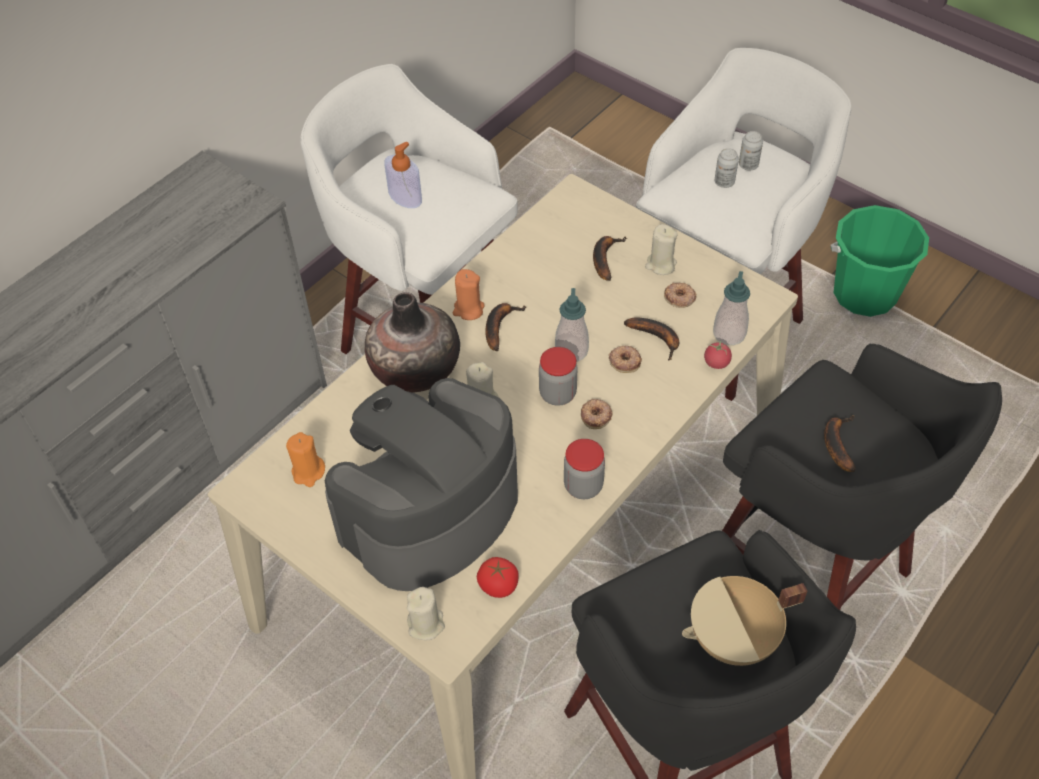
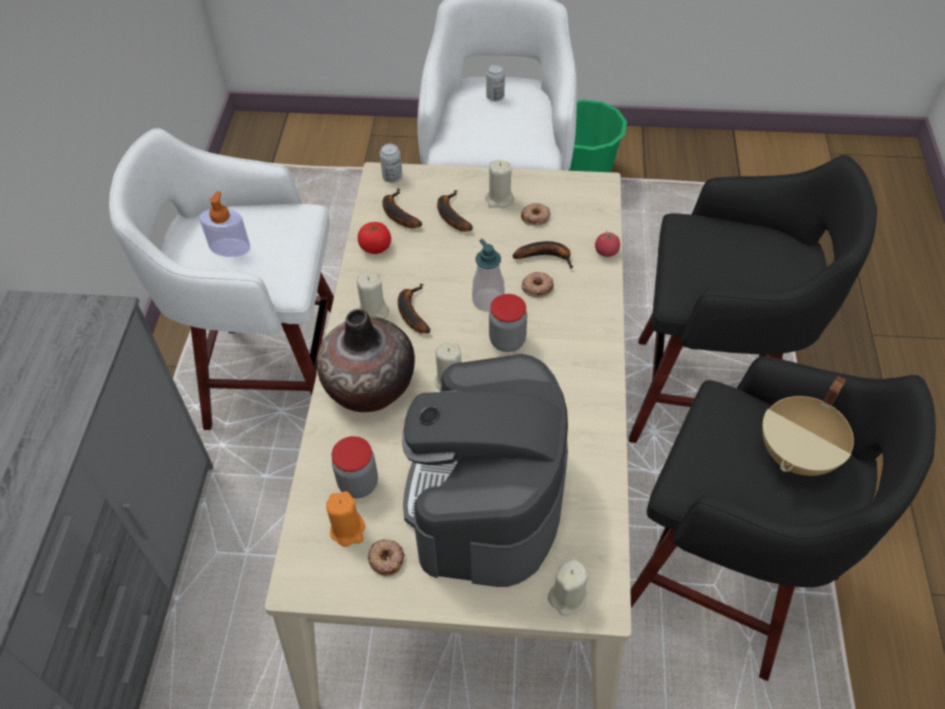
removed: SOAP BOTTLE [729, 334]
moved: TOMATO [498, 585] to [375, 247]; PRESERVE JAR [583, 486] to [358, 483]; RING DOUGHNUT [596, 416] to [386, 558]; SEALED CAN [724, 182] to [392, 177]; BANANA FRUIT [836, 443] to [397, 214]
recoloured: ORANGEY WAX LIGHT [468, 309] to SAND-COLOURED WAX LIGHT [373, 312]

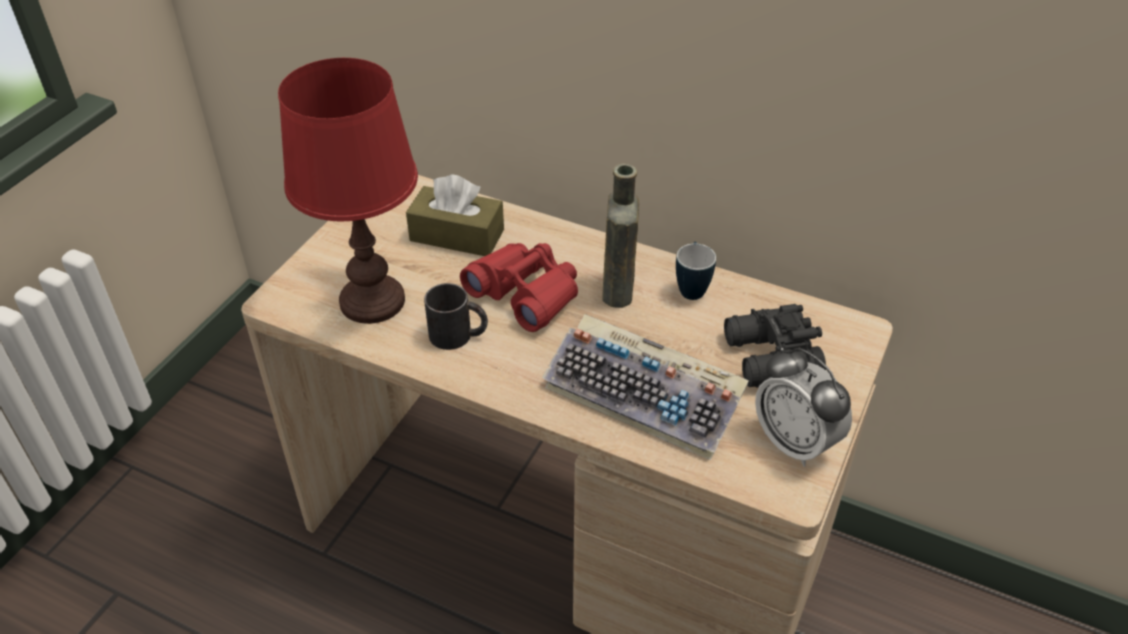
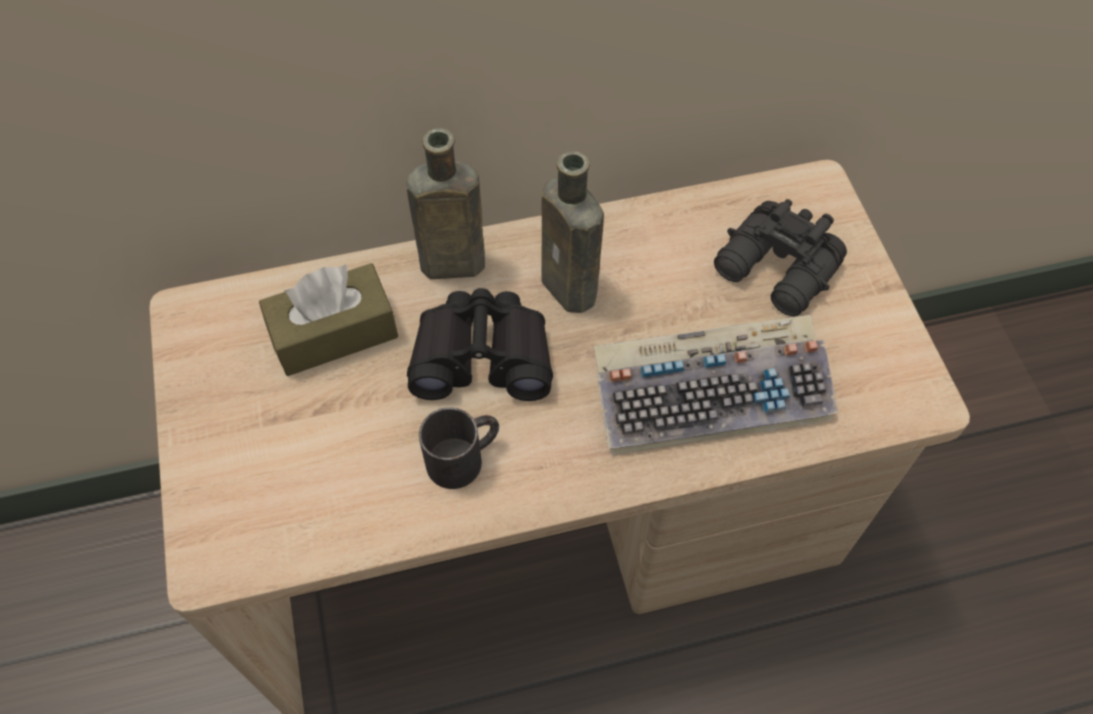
removed: RED LAMP FOR A TABLE [371, 301]; COFFEE MUG [692, 287]; TABLE CLOCK [795, 442]
added: BROWN-COLOURED BEVERAGE BOTTLE [448, 264]
recoloured: RED BINOCULARS [525, 294] to BLACK BINOCULARS [482, 356]

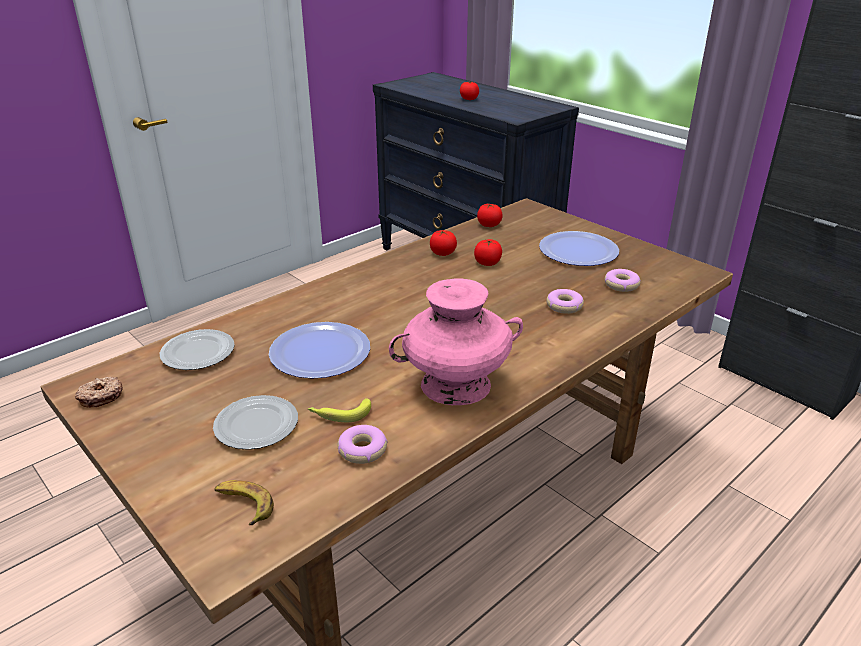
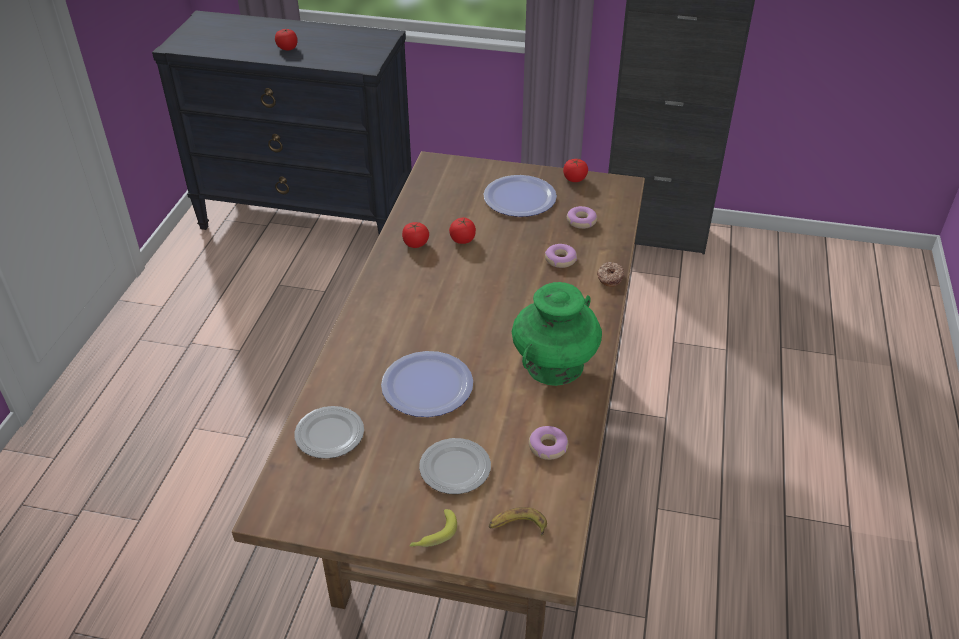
moved: RING DOUGHNUT [101, 397] to [609, 278]; BANANA FRUIT [339, 414] to [433, 535]; TOMATO [489, 225] to [574, 179]
recoloured: PINKISH VASE [456, 384] to GREENISH VASE [555, 364]

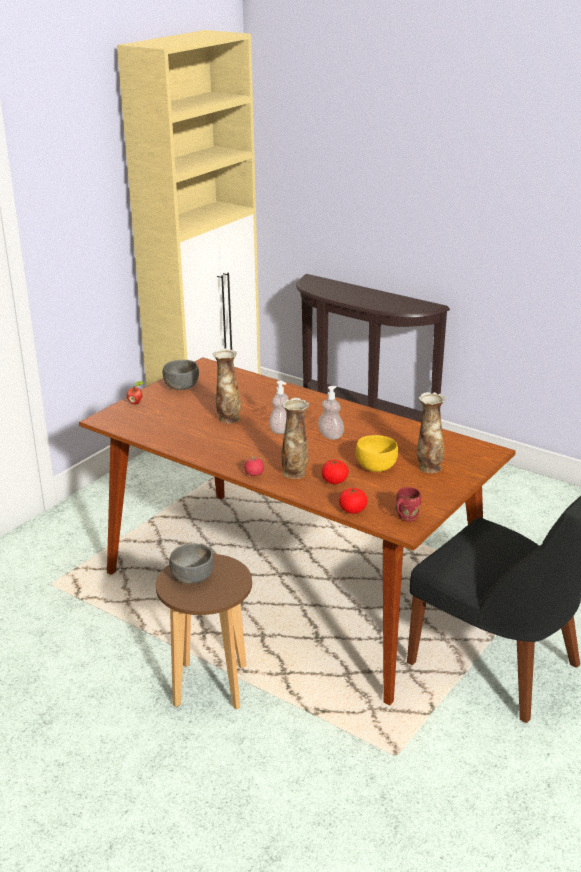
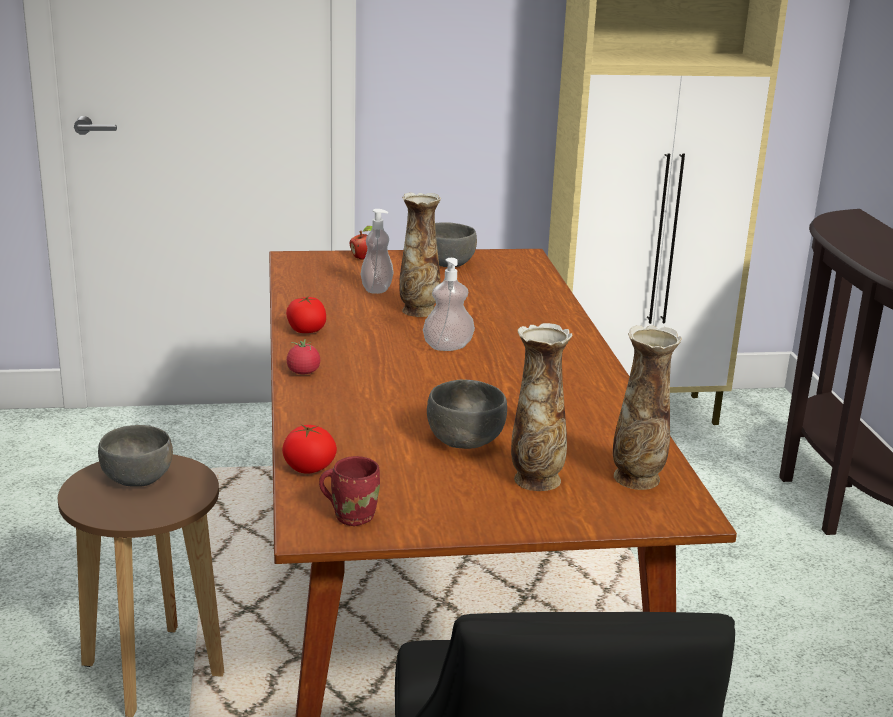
moved: VASE [295, 473] to [637, 479]; SOAP BOTTLE [331, 436] to [376, 289]; TOMATO [334, 481] to [307, 331]
recoloured: YELLOW BOWL [375, 466] to GRAY BOWL [465, 439]

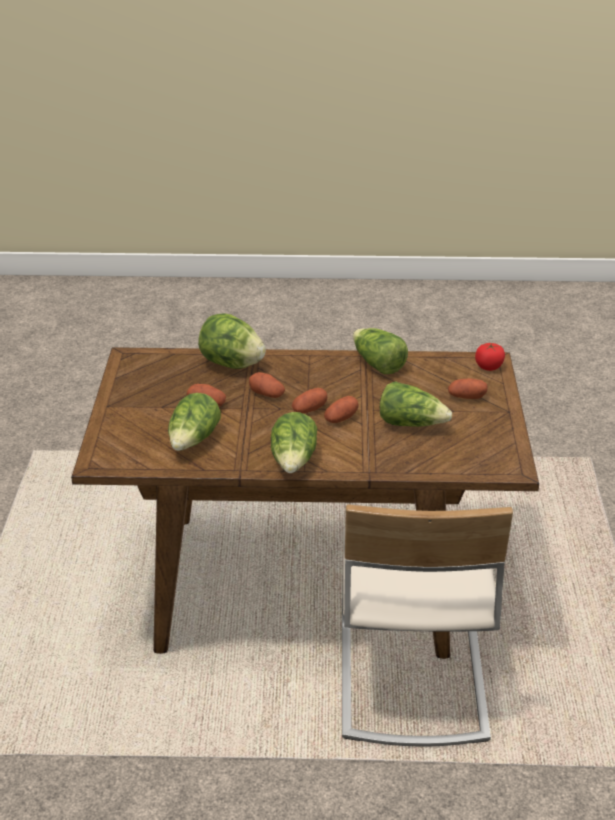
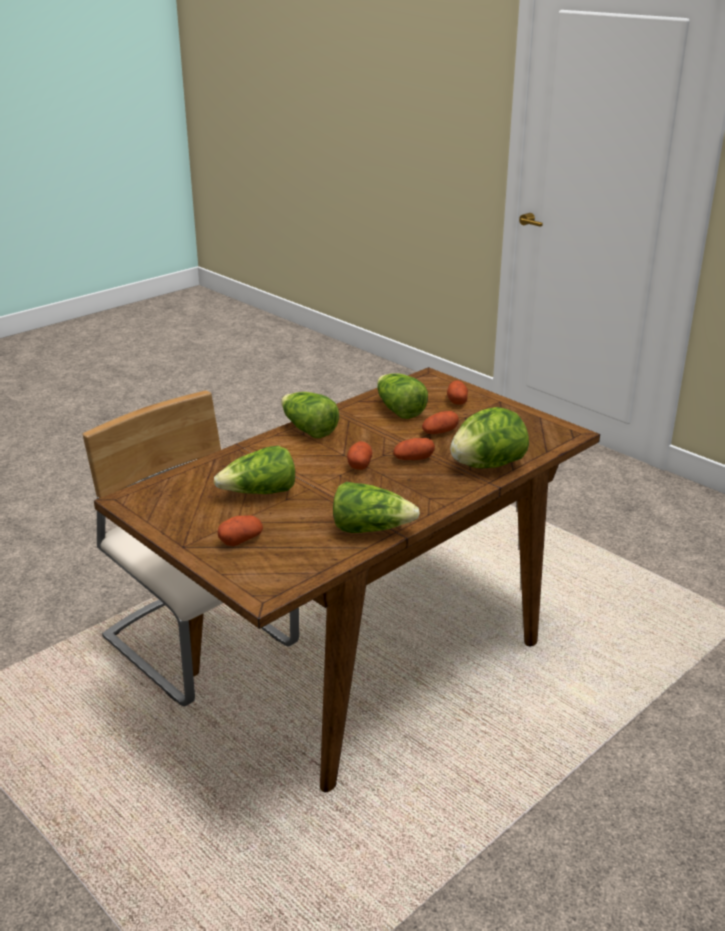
removed: TOMATO [488, 367]
moved: WHOLE POTATO [341, 418] to [457, 400]

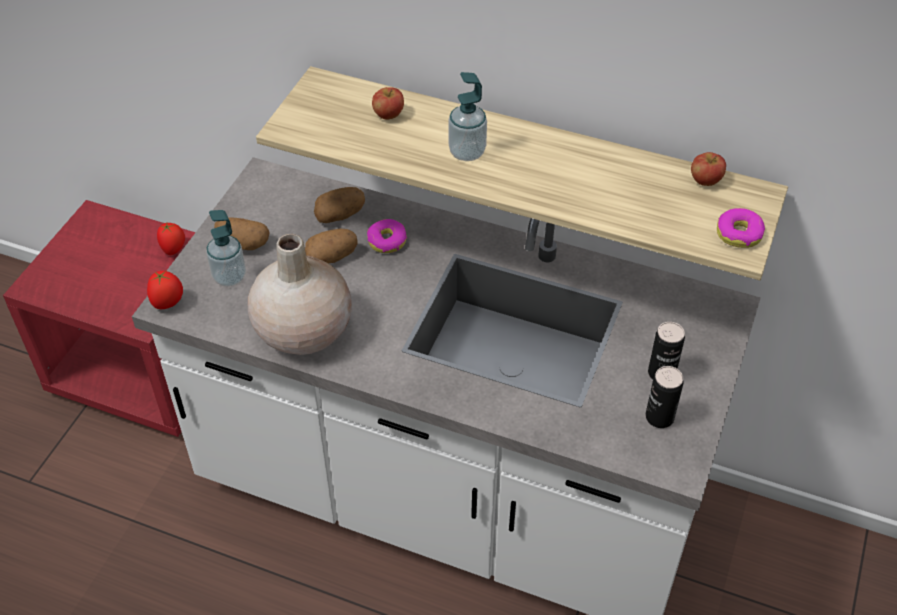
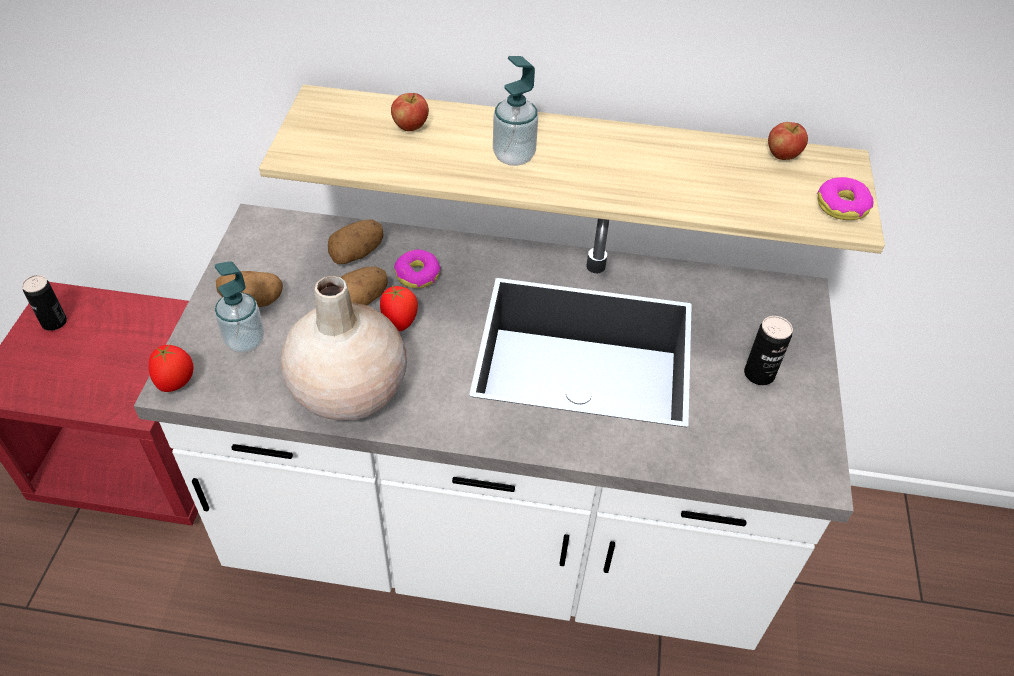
moved: TOMATO [174, 249] to [400, 322]; SEALED CAN [659, 417] to [54, 322]

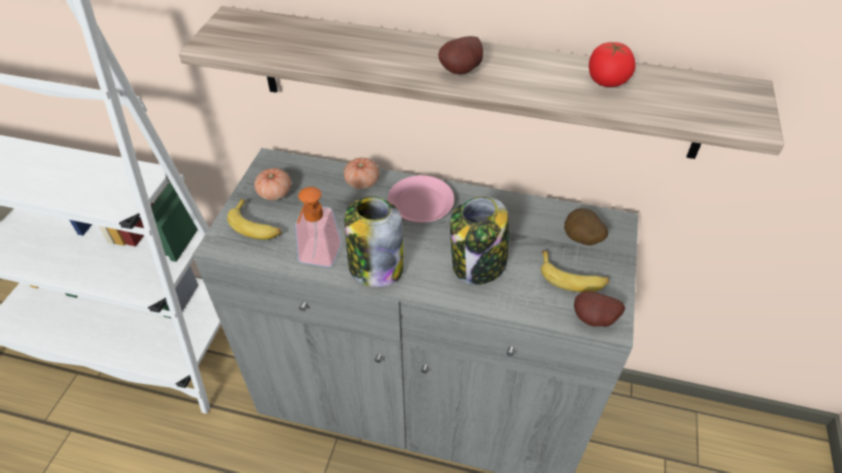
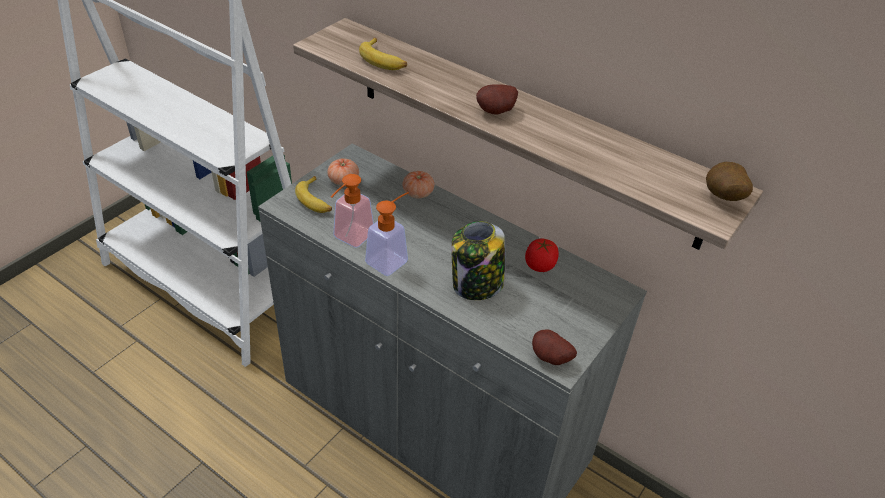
removed: PINKISH DINNER PLATE [421, 204]
moved: BANANA FRUIT [572, 278] to [384, 60]; WHOLE POTATO [581, 240] to [722, 198]; TOMATO [607, 81] to [540, 265]
replaced: PRESERVE JAR [375, 266] to SOAP BOTTLE [391, 259]

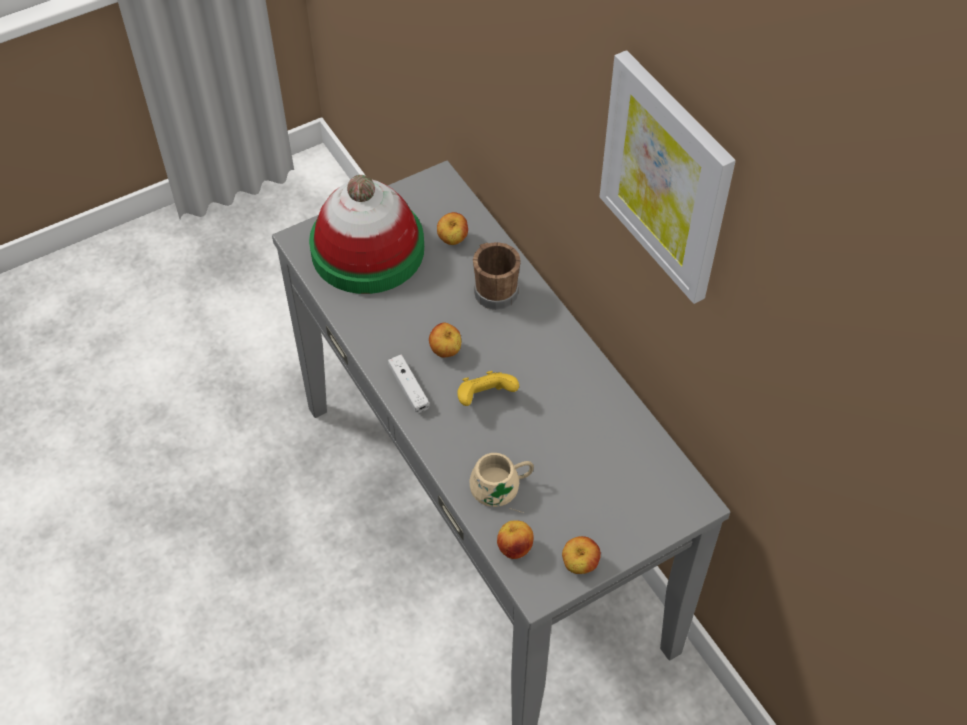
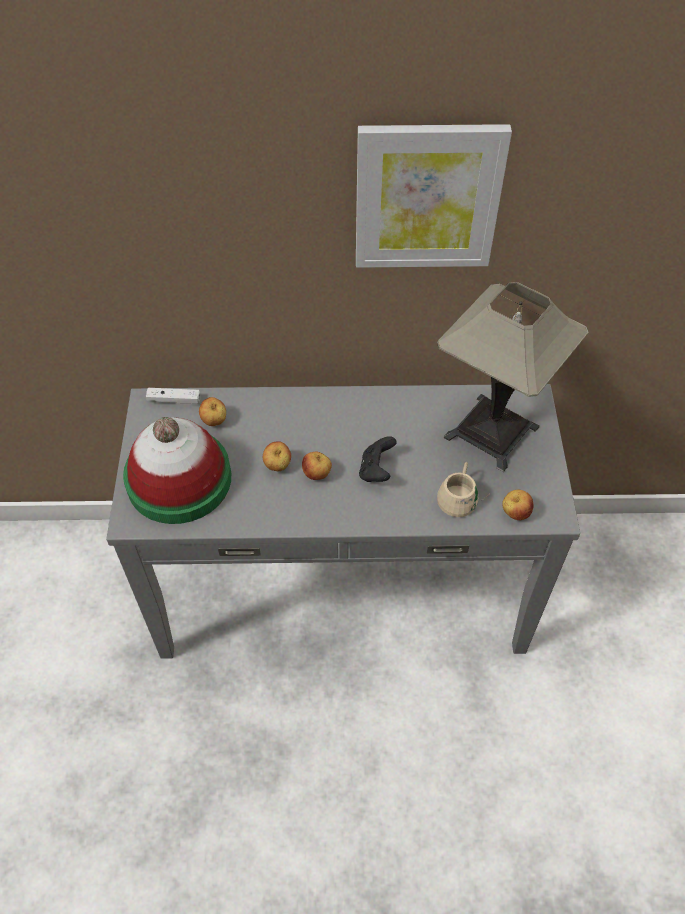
removed: BROWN-COLOURED COFFEE MUG [494, 289]
added: LAMP FOR A TABLE [491, 431]
moved: WHITISH GAME CONTROLLER [409, 388] to [174, 400]; APPLE FRUIT [579, 565] to [277, 466]
recoloured: YELLOW GAME CONTROLLER [485, 398] to BLACK GAME CONTROLLER [376, 470]

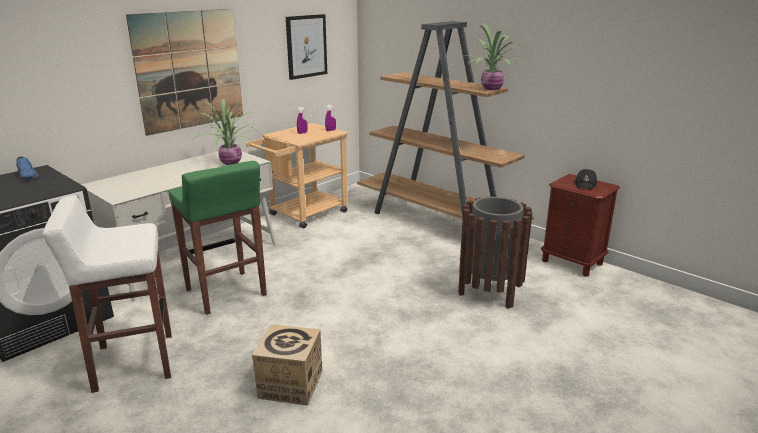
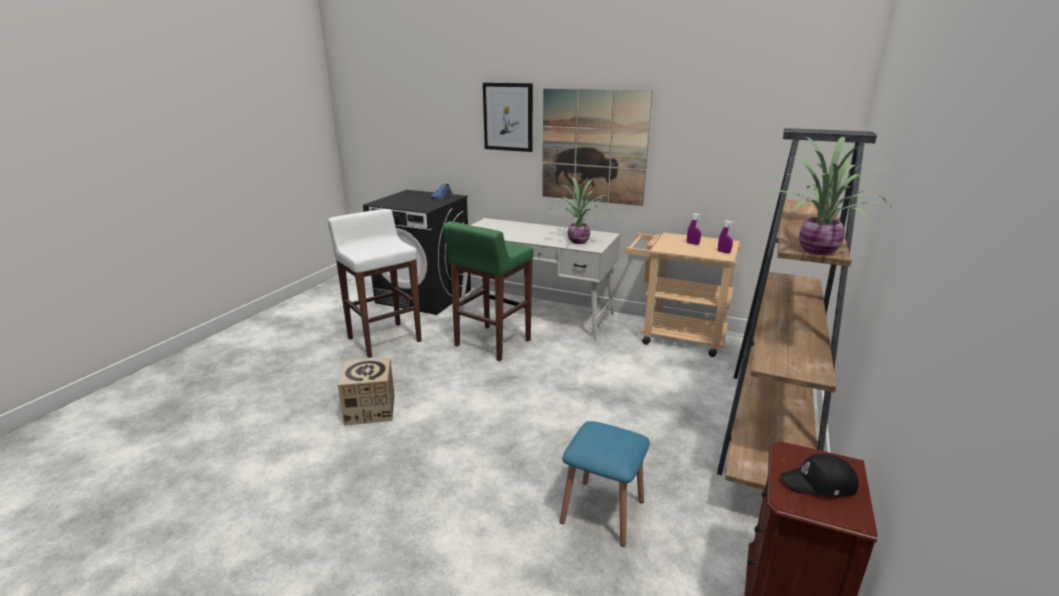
moved: PICTURE [306, 46] to [508, 117]
replaced: BROWN-COLOURED RUBBISH BIN [490, 292] to BLUISH STOOL SEAT [602, 511]

